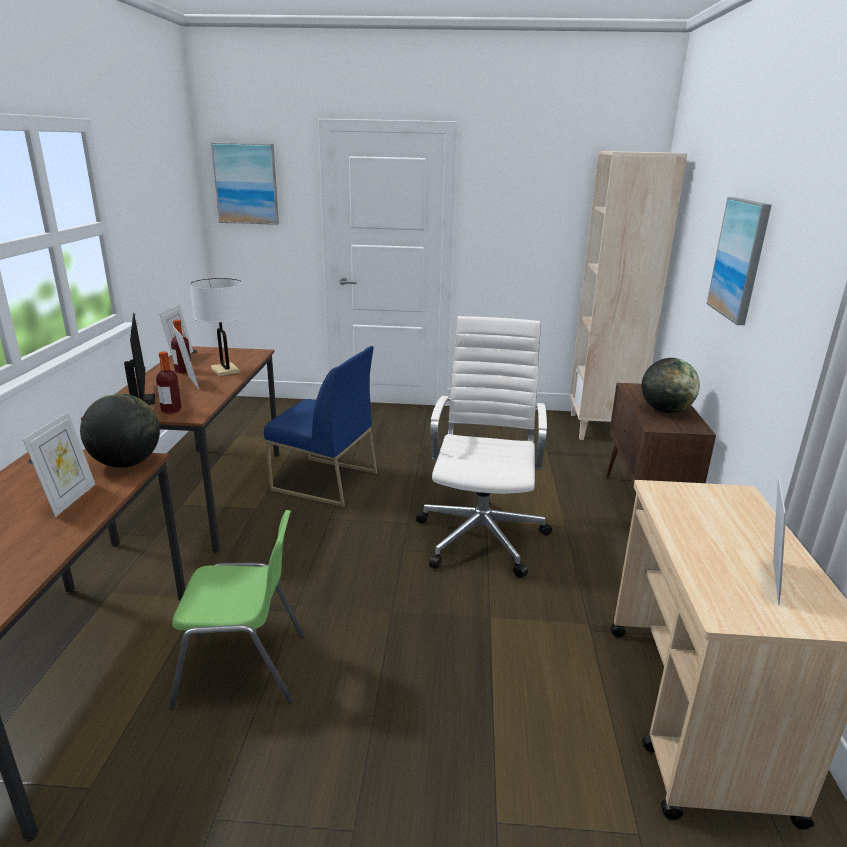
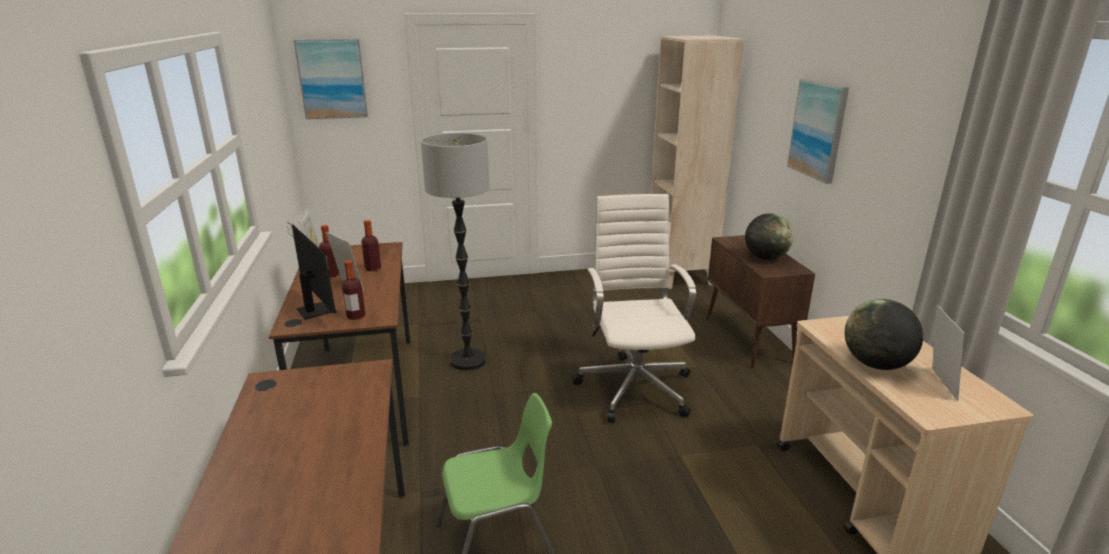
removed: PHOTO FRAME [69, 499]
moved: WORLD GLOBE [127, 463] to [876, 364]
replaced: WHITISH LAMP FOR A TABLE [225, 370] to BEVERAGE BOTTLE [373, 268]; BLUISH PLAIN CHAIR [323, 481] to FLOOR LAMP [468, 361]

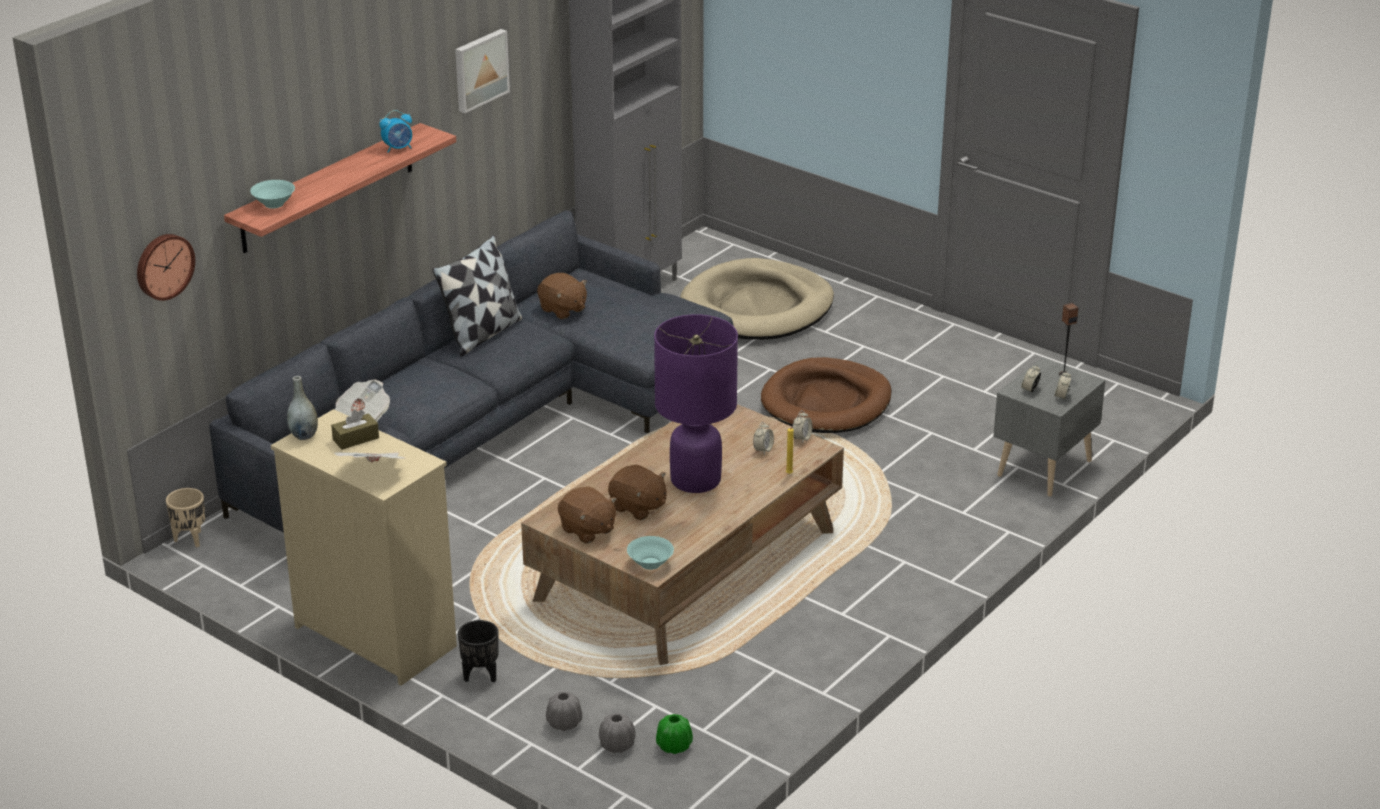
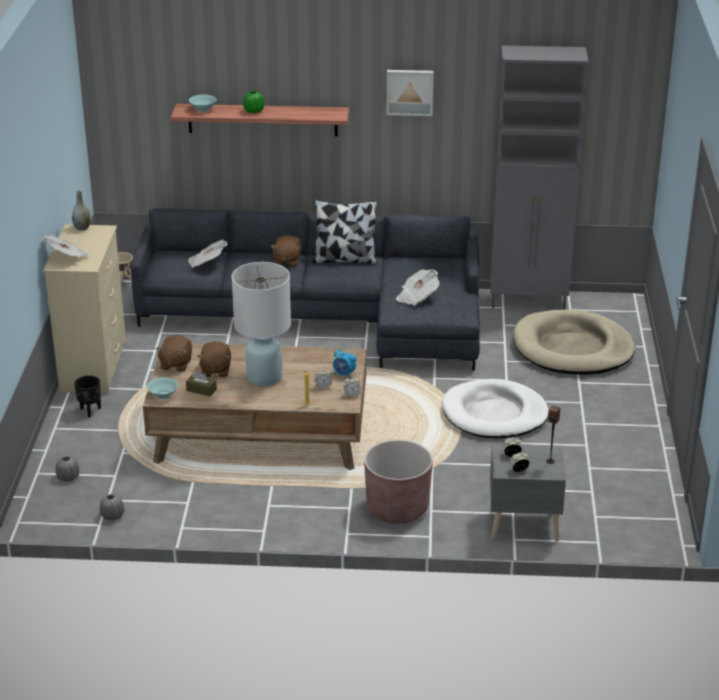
removed: WALL CLOCK [163, 266]
added: BROWN-COLOURED FLOWER POT [397, 508]; DAILY PAPER [417, 297]
moved: BROWN-COLOURED TISSUE HOLDER [356, 439] to [201, 390]; TABLE CLOCK [398, 148] to [344, 374]; BROWN-COLOURED PLUSH TOY [562, 310] to [286, 261]; GRAY VASE [564, 723] to [112, 515]; GREENISH VASE [674, 746] to [253, 111]
recoloured: PURPLISH LAMP FOR A TABLE [695, 480] to WHITISH LAMP FOR A TABLE [264, 377]; BROWN-COLOURED DOG BED [826, 402] to WHITISH DOG BED [494, 414]

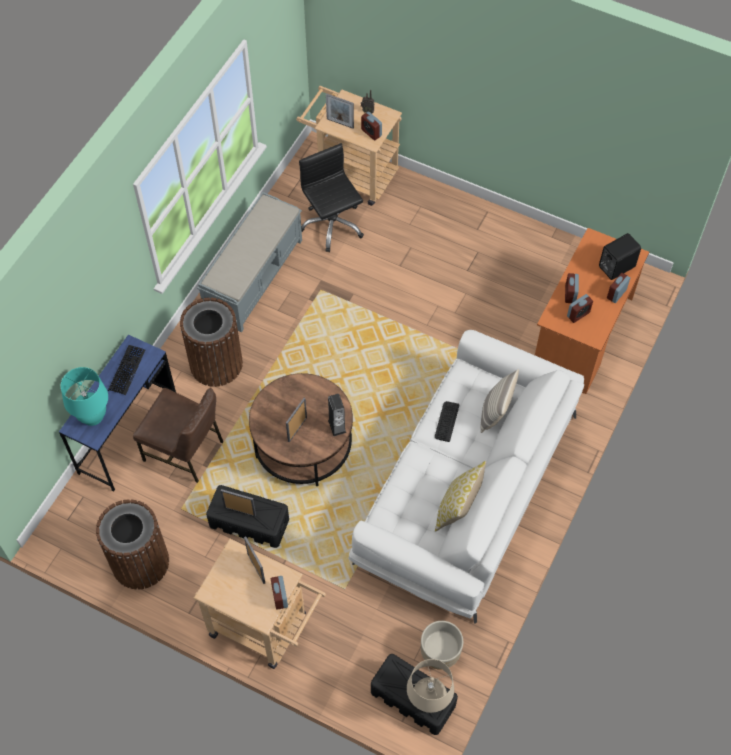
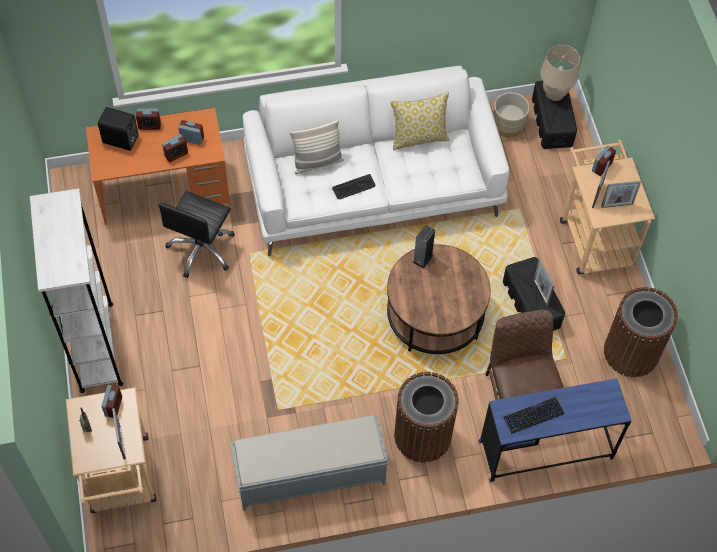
removed: TURQUOISE LAMP FOR A TABLE [92, 416]
added: WHITISH BOOKSHELF [96, 346]
moved: PHOTO FRAME [297, 429] to [617, 205]; BLACK OFFICE CHAIR [332, 225] to [202, 249]

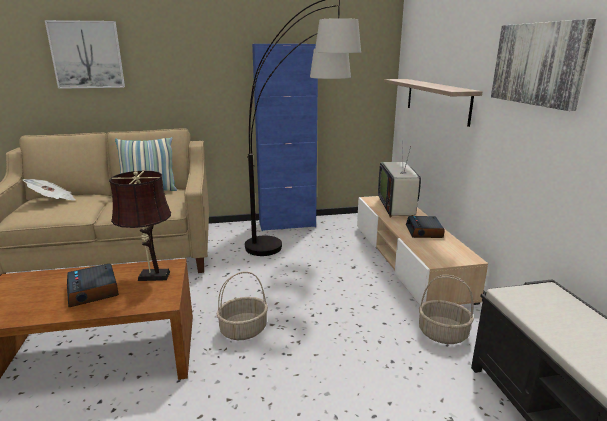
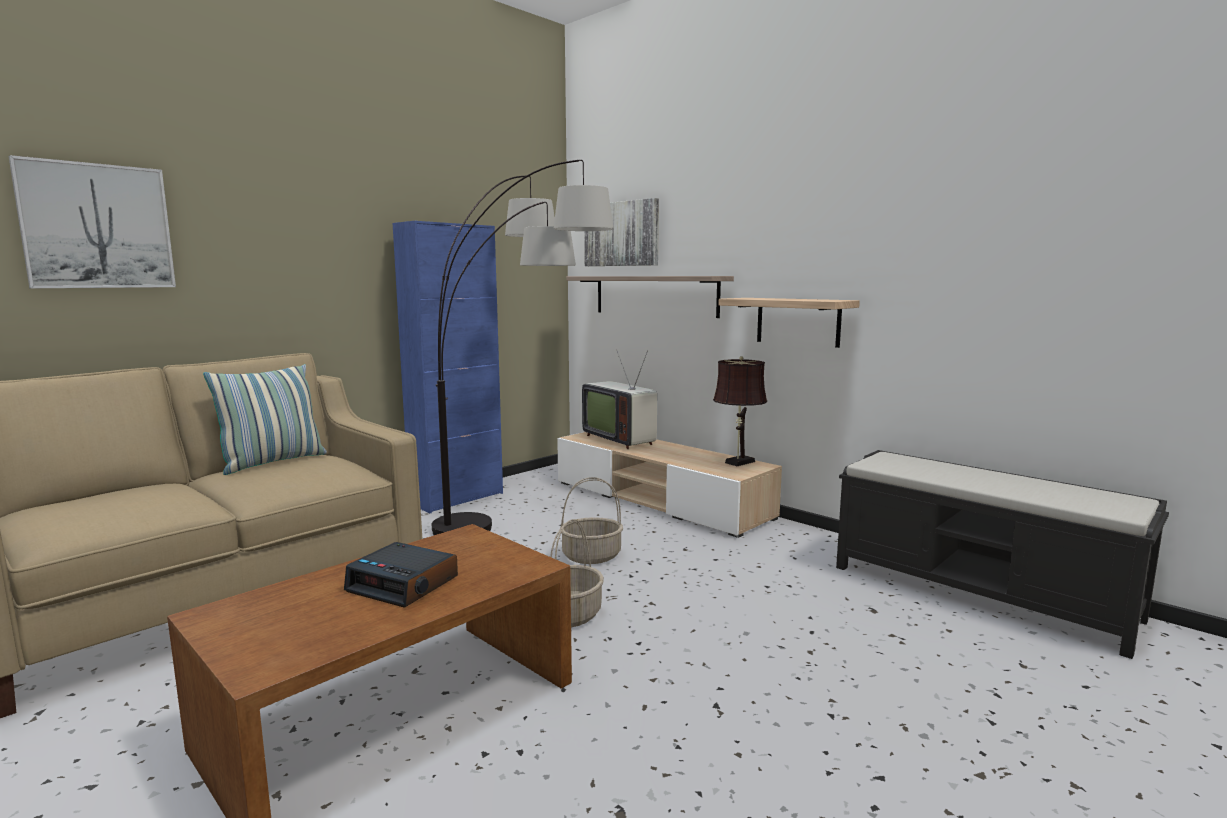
removed: DAILY PAPER [53, 200]; TABLE CLOCK [424, 231]
added: SHELF [798, 321]
moved: BROWN-COLOURED LAMP FOR A TABLE [151, 276] to [737, 462]; BASKET [443, 334] to [592, 556]; PICTURE [538, 64] to [621, 234]

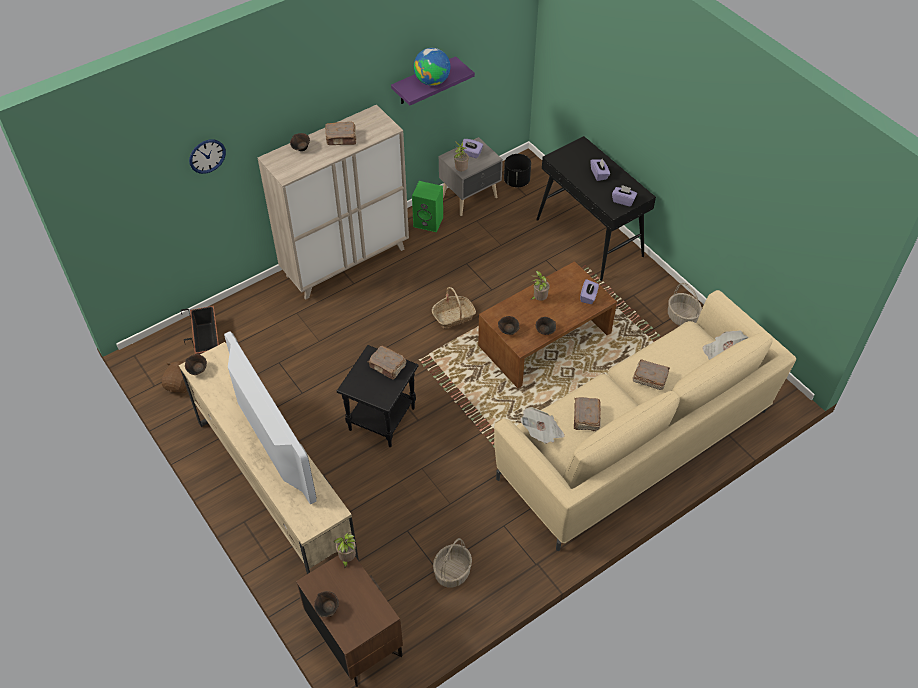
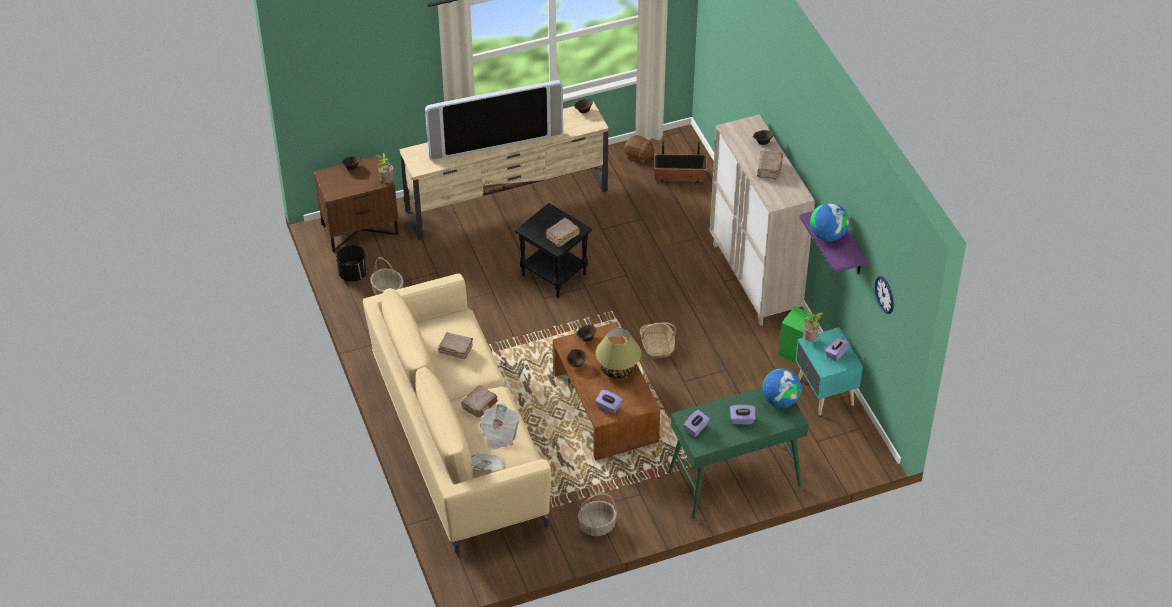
added: WORLD GLOBE [780, 400]
moved: WALL CLOCK [207, 156] to [884, 294]; BLACK FLOWER POT [516, 181] to [353, 274]; DAILY PAPER [542, 432] to [499, 434]
replaced: HOUSEPLANT [539, 299] to LAMP FOR A TABLE [618, 369]
recoloured: GRAY NIGHT TABLE [470, 197] to TURQUOISE NIGHT TABLE [824, 393]; BLACK CONSOLE TABLE [590, 238] to GREENISH CONSOLE TABLE [734, 480]

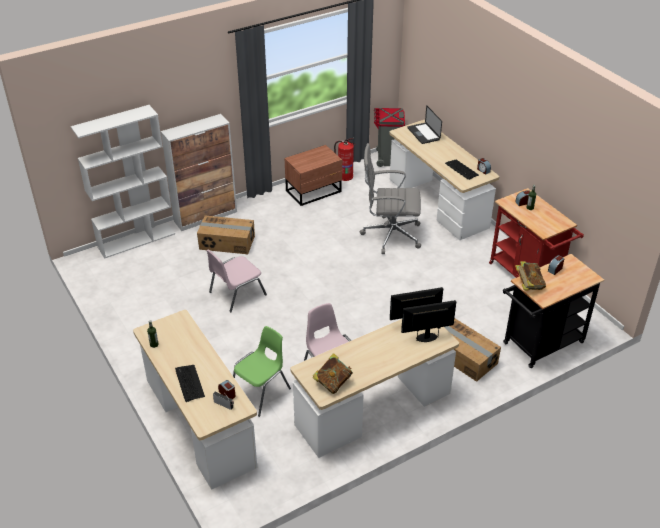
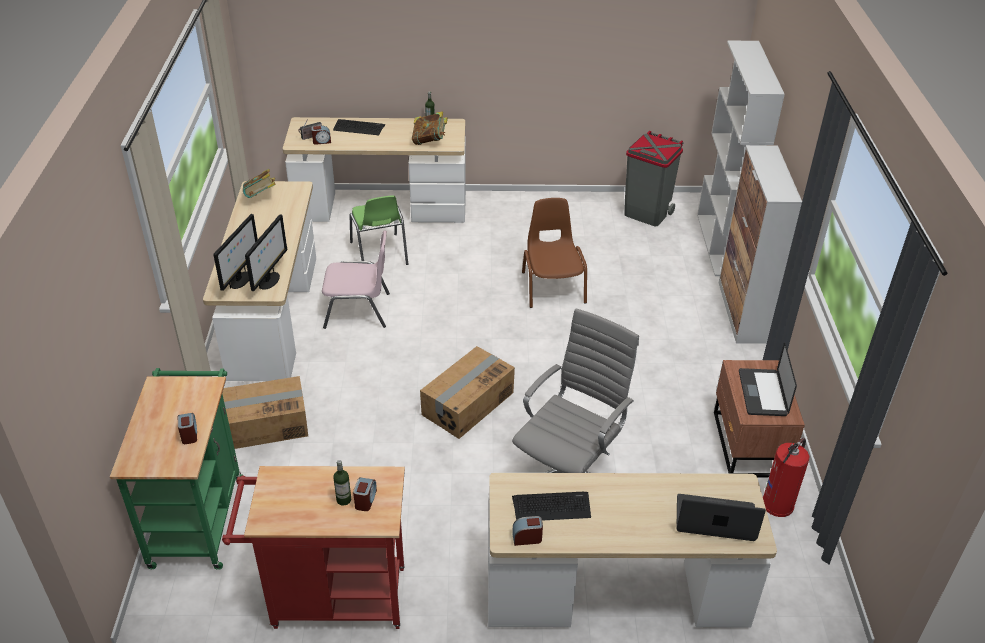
added: LAPTOP [762, 393]
moved: PACKING BOX [227, 243] to [467, 403]; GRAY RUBBISH BIN [387, 159] to [646, 213]; VOLUME [528, 285] to [430, 141]
recoloured: PINKISH PLAIN CHAIR [236, 293] to BROWN-COLOURED PLAIN CHAIR [552, 287]; BLACK CART [539, 345] to GREENISH CART [198, 514]

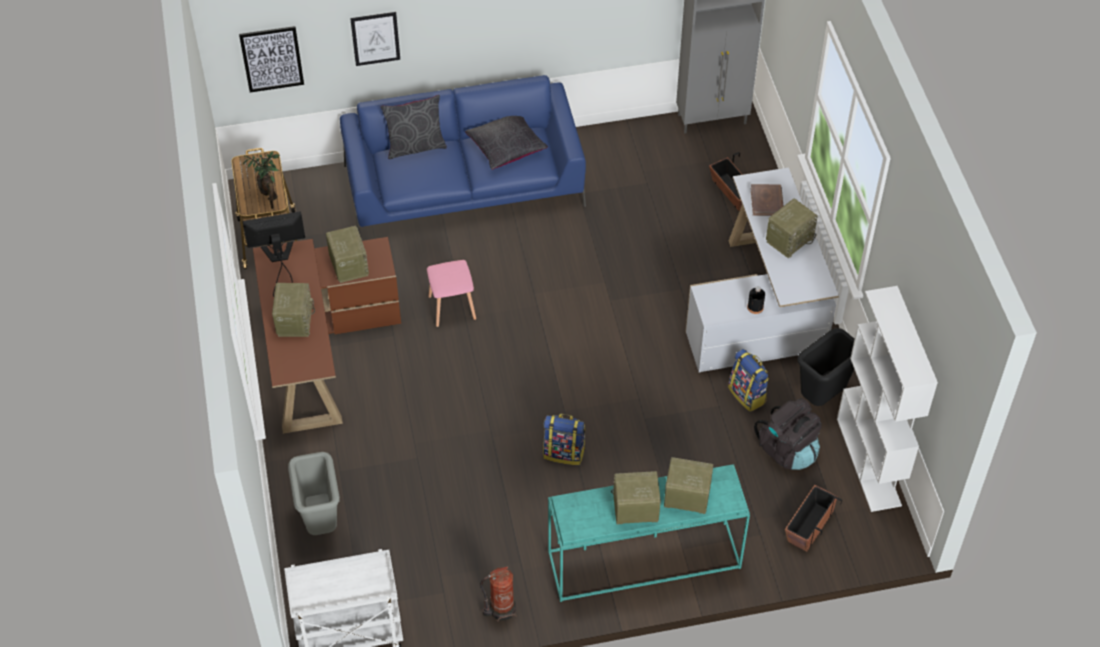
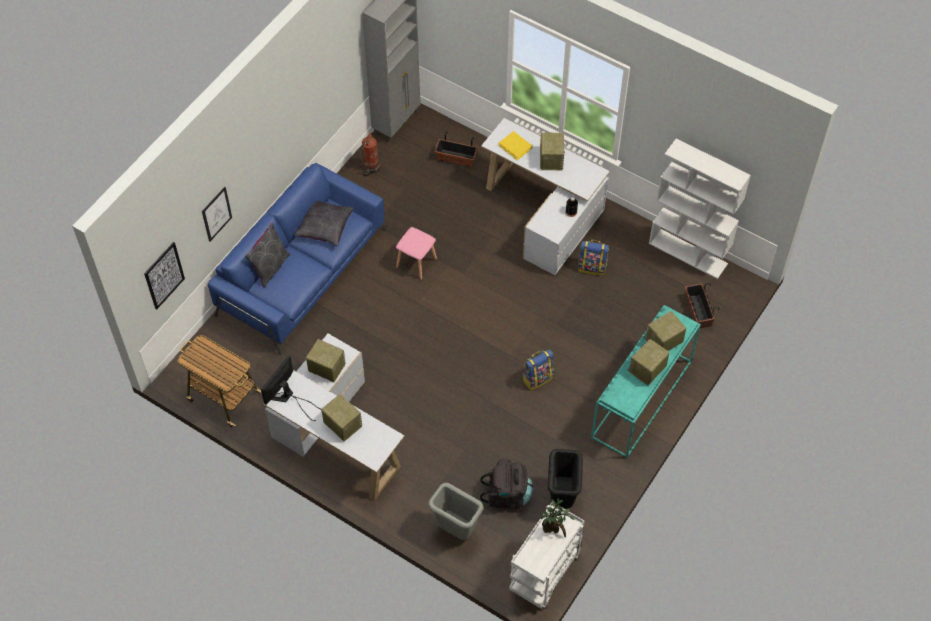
moved: HOUSEPLANT [269, 197] to [553, 530]; PINKISH STOOL SEAT [452, 308] to [417, 263]; FIRE-FIGHTING CYLINDER [500, 609] to [370, 168]; BLACK RUCKSACK [787, 450] to [507, 495]; BLACK RUBBISH BIN [822, 396] to [562, 496]
recoloured: BROWN-COLOURED DESK TABLE [320, 349] to WHITISH DESK TABLE [336, 436]; BROWN-COLOURED VOLUME [767, 201] to YELLOW VOLUME [515, 146]

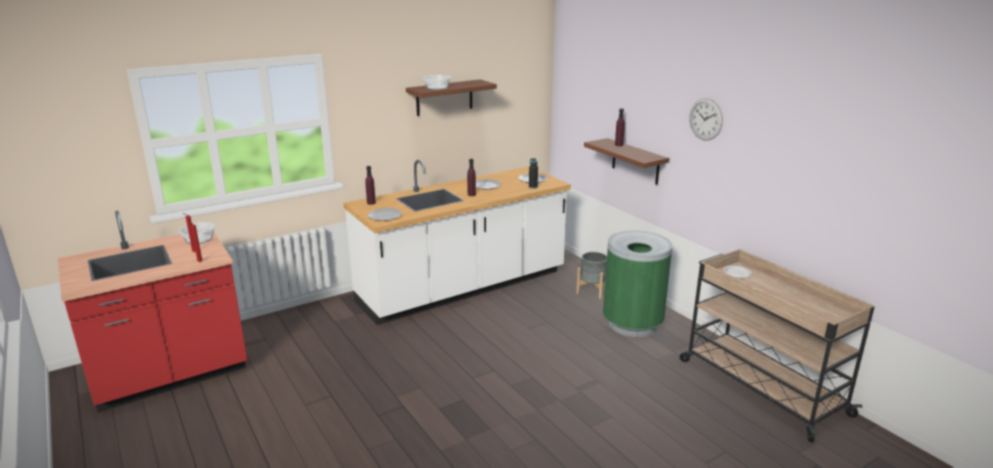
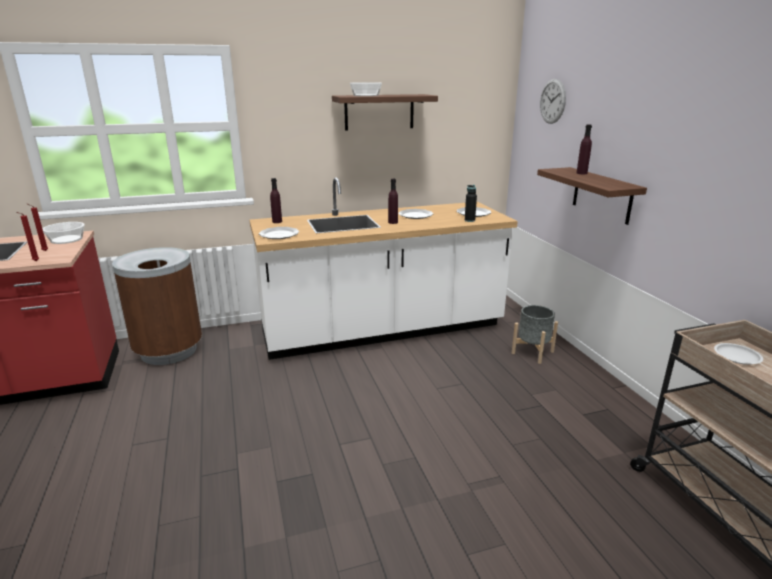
removed: GREENISH RUBBISH BIN [632, 324]
added: BROWN-COLOURED RUBBISH BIN [169, 351]
moved: WALL CLOCK [705, 119] to [552, 101]

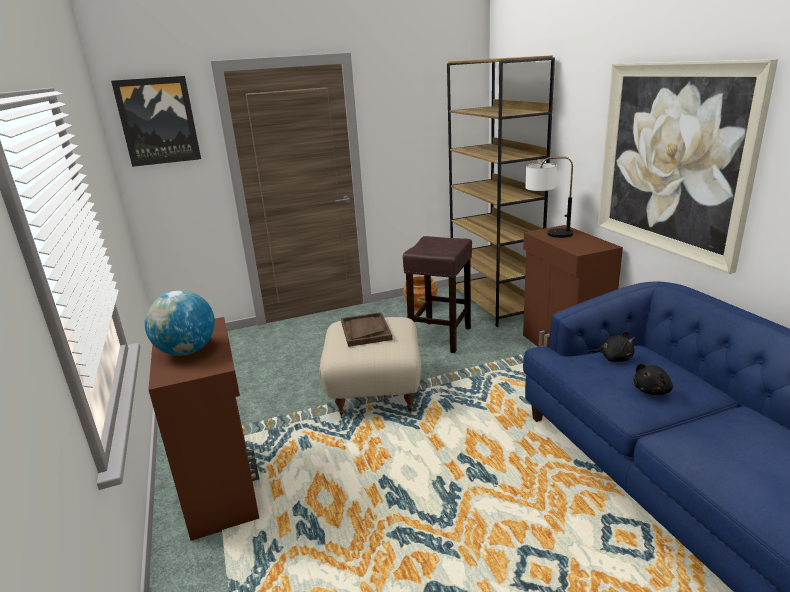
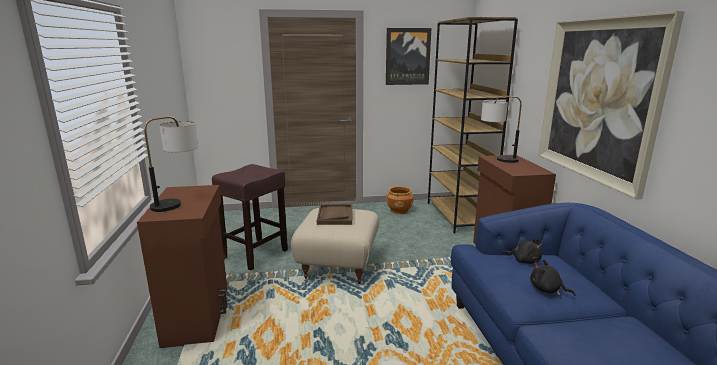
moved: PICTURE [158, 121] to [407, 56]; BROWN-COLOURED STOOL SEAT [440, 336] to [256, 253]
replaced: WORLD GLOBE [187, 351] to LAMP FOR A TABLE [179, 202]
turned: BLACK PLUSH TOY [652, 390] = [547, 290] 60 degrees clockwise

